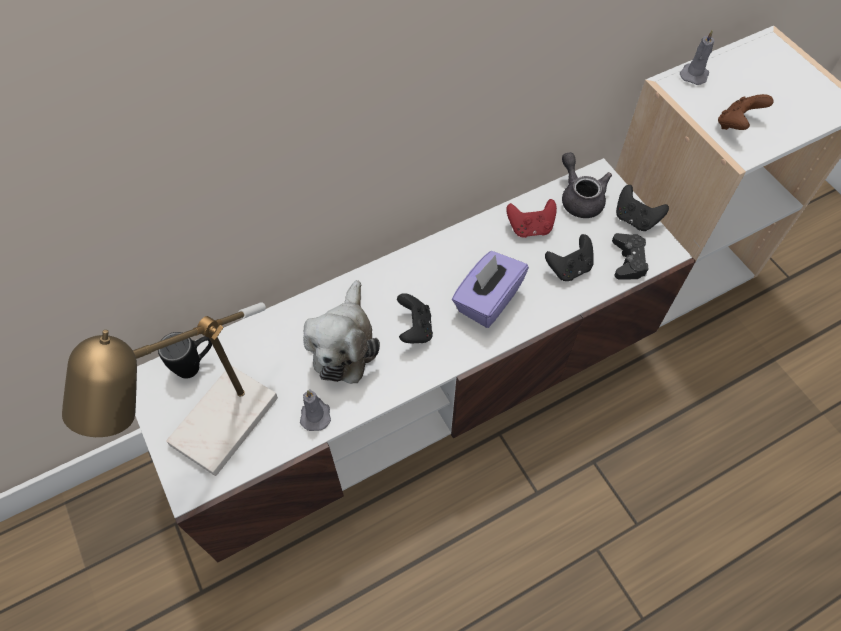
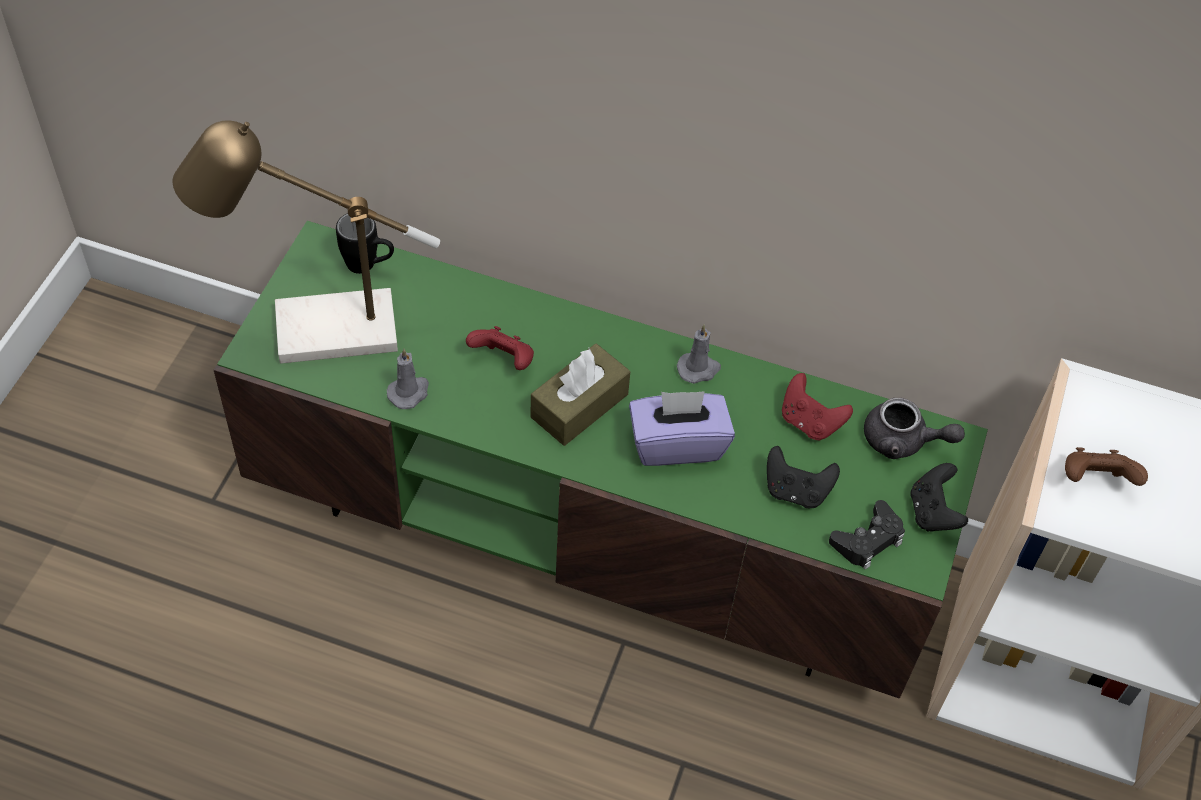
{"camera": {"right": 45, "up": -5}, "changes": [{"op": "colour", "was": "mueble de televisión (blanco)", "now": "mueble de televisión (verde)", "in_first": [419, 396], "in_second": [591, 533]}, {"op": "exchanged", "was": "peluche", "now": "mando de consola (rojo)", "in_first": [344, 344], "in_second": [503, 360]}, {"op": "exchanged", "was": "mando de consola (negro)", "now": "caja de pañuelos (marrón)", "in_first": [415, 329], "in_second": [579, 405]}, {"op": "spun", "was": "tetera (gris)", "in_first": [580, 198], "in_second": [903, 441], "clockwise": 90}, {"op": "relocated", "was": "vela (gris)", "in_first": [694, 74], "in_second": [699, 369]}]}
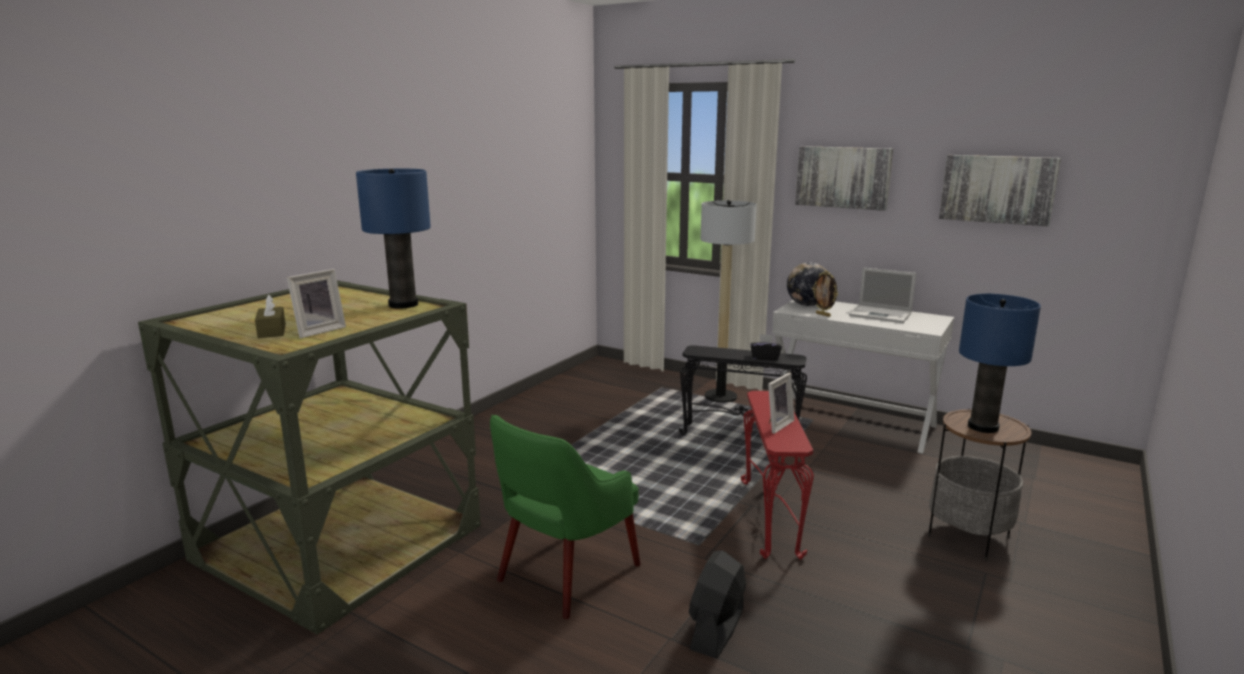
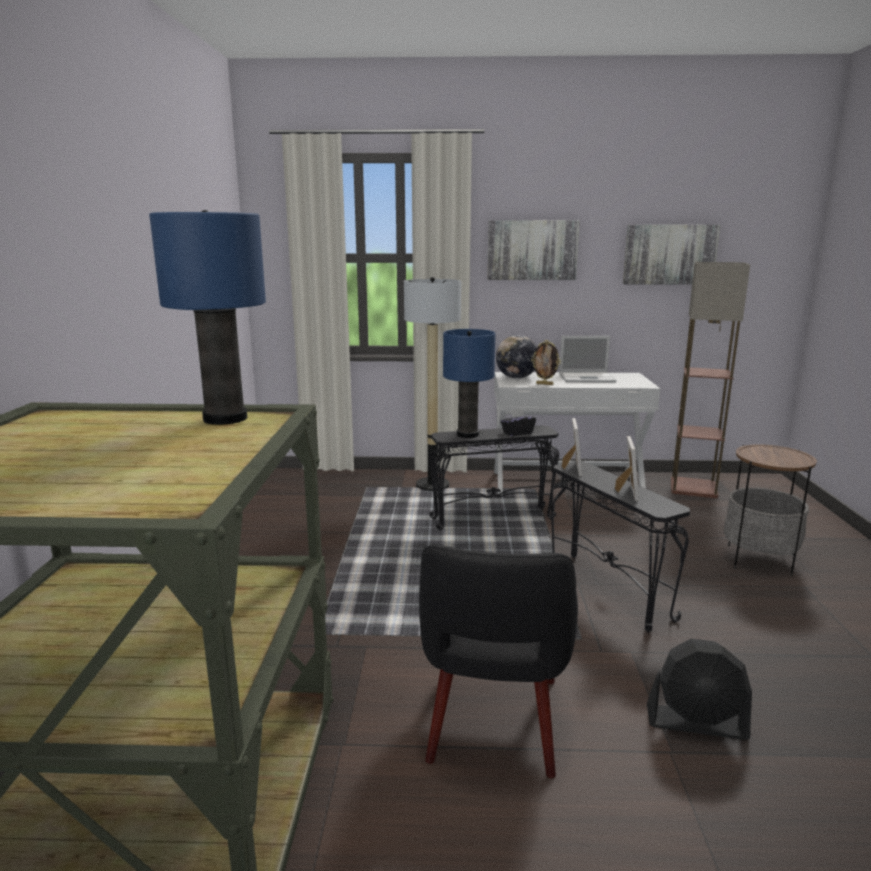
{"camera": {"right": -30, "up": 0}, "changes": [{"op": "missing", "was": "caja de pañuelos (marrón)", "in_first": [272, 331]}, {"op": "relocated", "was": "portarretratos", "in_first": [318, 331], "in_second": [571, 469]}, {"op": "colour", "was": "sillón (verde)", "now": "sillón (negro)", "in_first": [566, 574], "in_second": [494, 722]}, {"op": "spun", "was": "ventilador (negro)", "in_first": [717, 629], "in_second": [696, 723], "clockwise": -75}, {"op": "colour", "was": "mesa auxiliar (rojo)", "now": "mesa auxiliar (negro)", "in_first": [770, 518], "in_second": [606, 590]}, {"op": "relocated", "was": "lámpara de mesa (azul)", "in_first": [982, 427], "in_second": [467, 434]}, {"op": "appeared", "now": "lámpara de pie", "in_second": [694, 488]}]}
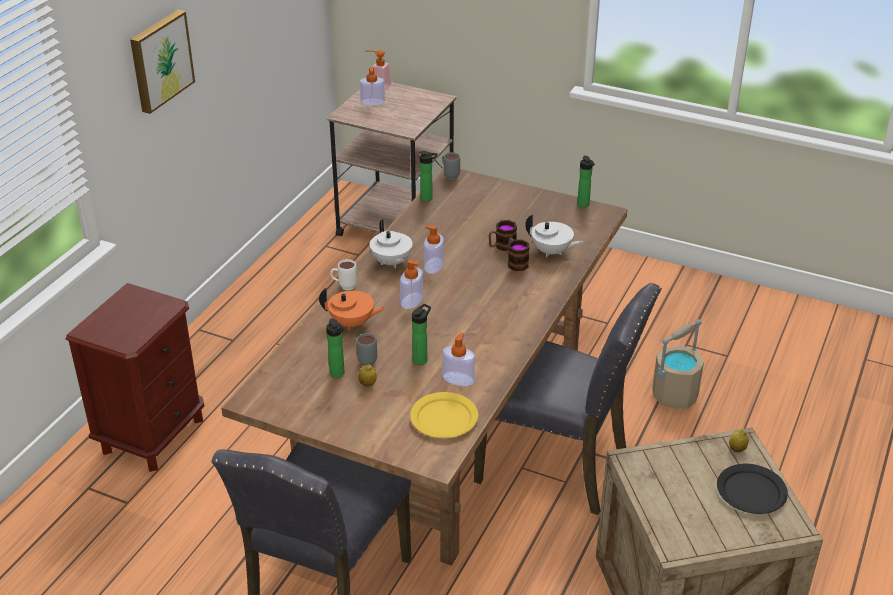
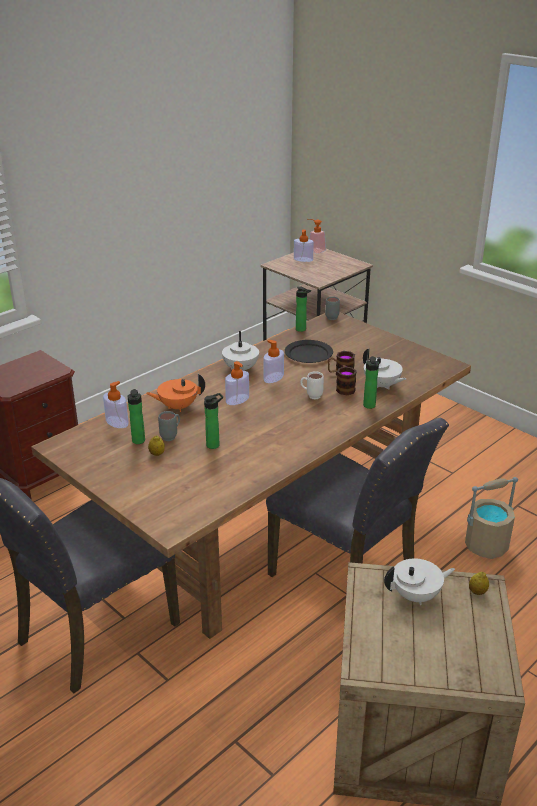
{"camera": {"right": 20, "up": -5}, "changes": [{"op": "missing", "was": "cuadro", "in_first": [160, 60]}, {"op": "spun", "was": "tetera (naranja)", "in_first": [352, 323], "in_second": [177, 407], "clockwise": 135}, {"op": "relocated", "was": "taza grande (blanco)", "in_first": [344, 287], "in_second": [311, 396]}, {"op": "missing", "was": "plato (amarillo)", "in_first": [444, 417]}, {"op": "relocated", "was": "dispensador de jabón", "in_first": [458, 379], "in_second": [117, 422]}, {"op": "relocated", "was": "botella", "in_first": [584, 205], "in_second": [369, 406]}, {"op": "relocated", "was": "plato (negro)", "in_first": [751, 492], "in_second": [308, 354]}, {"op": "appeared", "now": "tetera (blanco)", "in_second": [416, 595]}]}
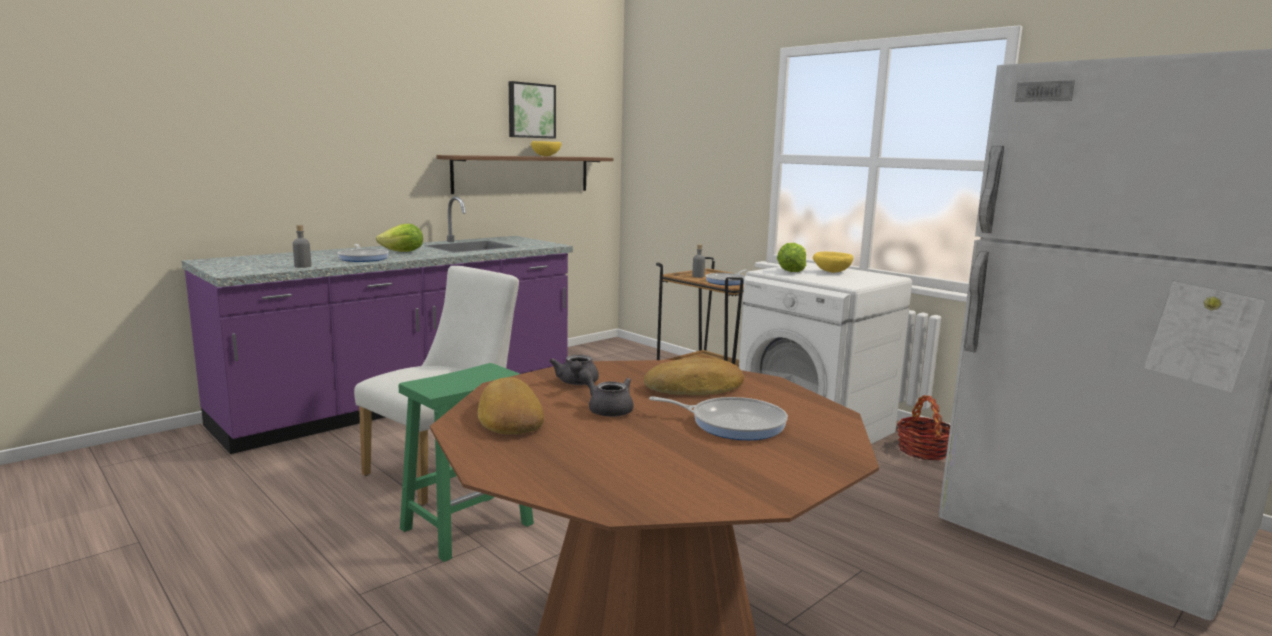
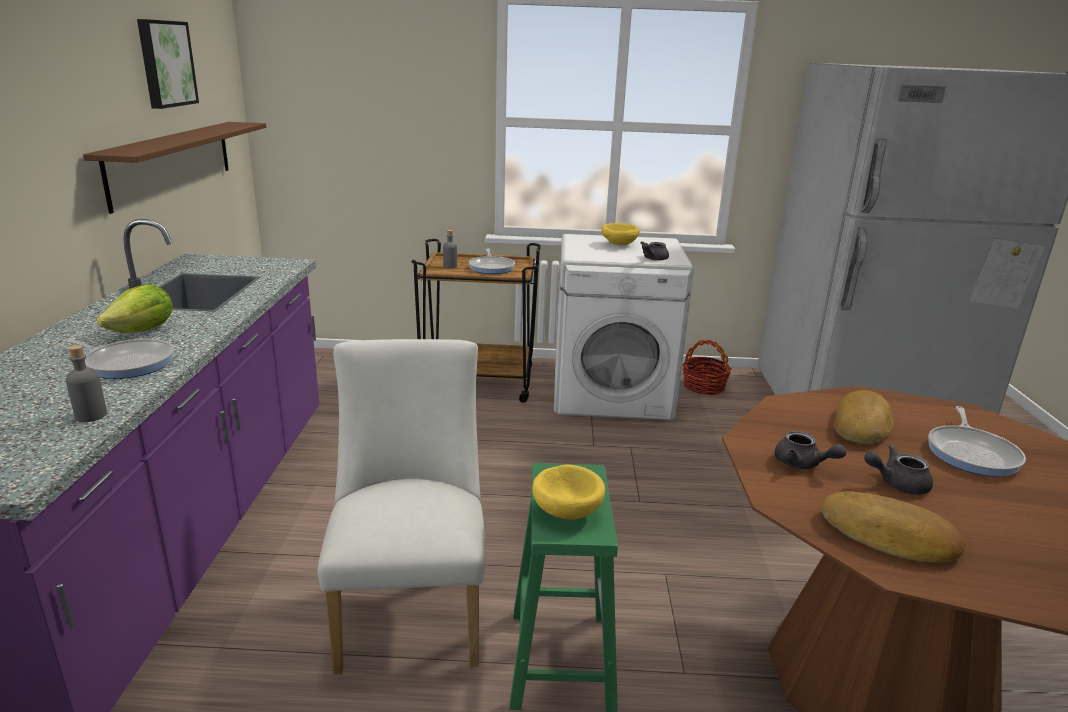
{"camera": {"right": -45, "up": 10}, "changes": [{"op": "relocated", "was": "cuenco (amarillo)", "in_first": [546, 156], "in_second": [566, 510]}, {"op": "spun", "was": "sartén", "in_first": [732, 423], "in_second": [972, 453], "clockwise": 135}, {"op": "missing", "was": "lechuga", "in_first": [791, 271]}, {"op": "appeared", "now": "tetera (gris)", "in_second": [653, 259]}]}
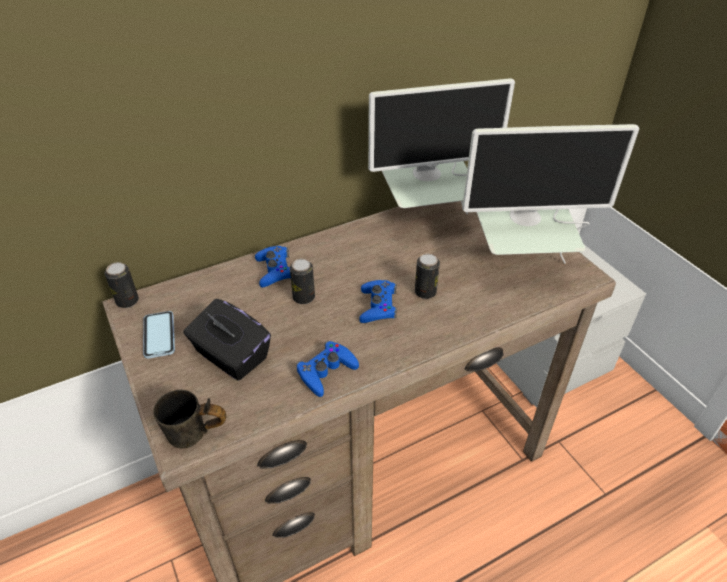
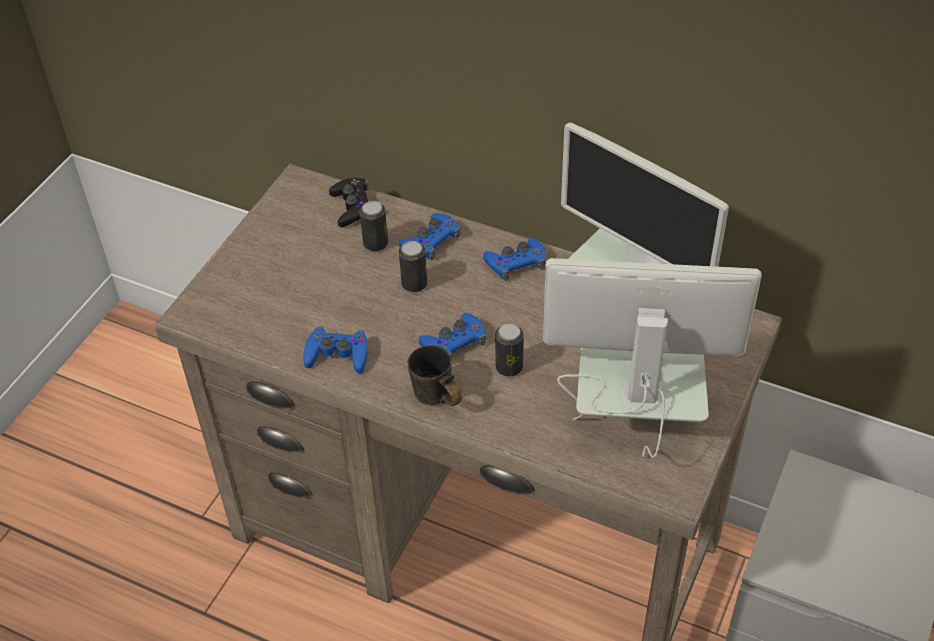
{"camera": {"right": 55, "up": 5}, "changes": [{"op": "relocated", "was": "lata", "in_first": [127, 301], "in_second": [375, 244]}, {"op": "missing", "was": "móvil", "in_first": [159, 335]}, {"op": "relocated", "was": "taza grande (gris)", "in_first": [194, 438], "in_second": [434, 400]}, {"op": "missing", "was": "caja de pañuelos (negro)", "in_first": [231, 356]}, {"op": "spun", "was": "monitor", "in_first": [520, 265], "in_second": [634, 424], "clockwise": 135}, {"op": "appeared", "now": "mando de consola (negro)", "in_second": [353, 206]}, {"op": "appeared", "now": "mando de consola (azul)", "in_second": [516, 263]}]}
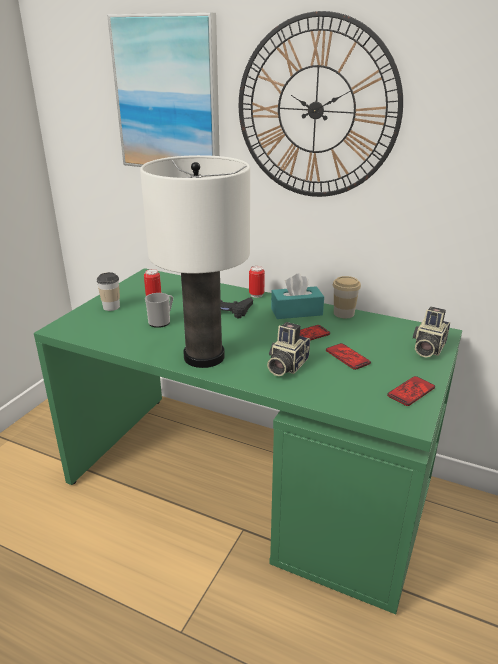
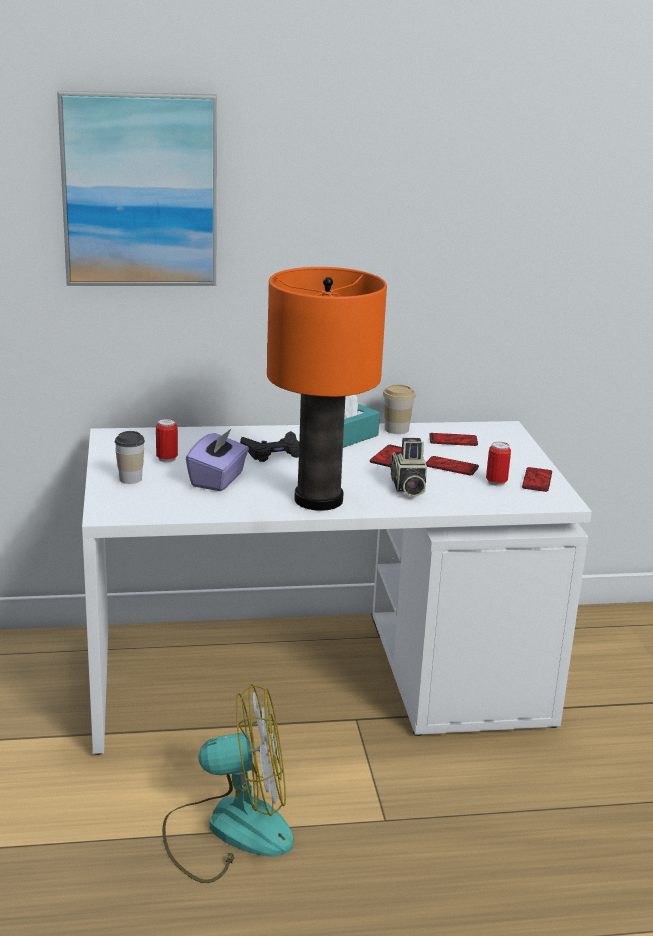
{"camera": {"right": -35, "up": -5}, "changes": [{"op": "colour", "was": "escritorio (verde)", "now": "escritorio (blanco)", "in_first": [249, 482], "in_second": [316, 676]}, {"op": "colour", "was": "lámpara de mesa (blanco)", "now": "lámpara de mesa (naranja)", "in_first": [203, 357], "in_second": [318, 500]}, {"op": "exchanged", "was": "taza grande", "now": "caja de pañuelos (morado)", "in_first": [161, 321], "in_second": [218, 480]}, {"op": "missing", "was": "reloj de pared", "in_first": [316, 110]}, {"op": "relocated", "was": "lata", "in_first": [256, 295], "in_second": [496, 482]}, {"op": "missing", "was": "cámara", "in_first": [427, 348]}, {"op": "appeared", "now": "ventilador", "in_second": [229, 829]}, {"op": "appeared", "now": "móvil", "in_second": [453, 440]}]}
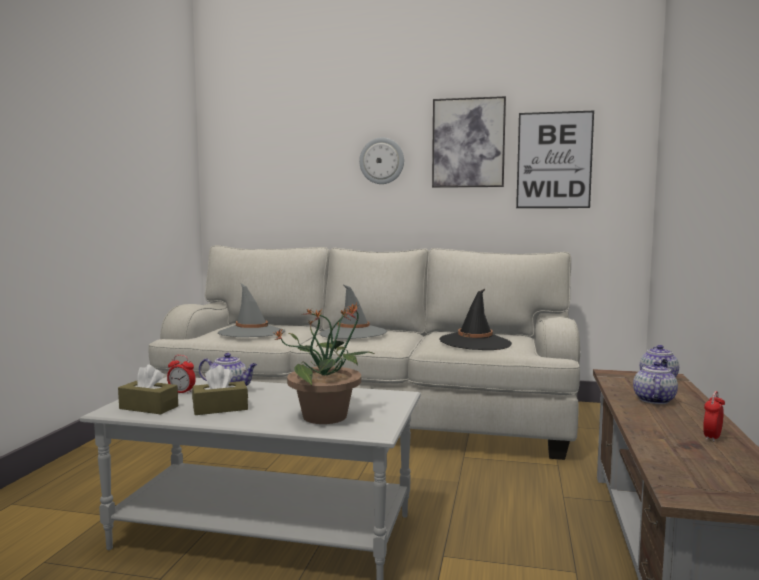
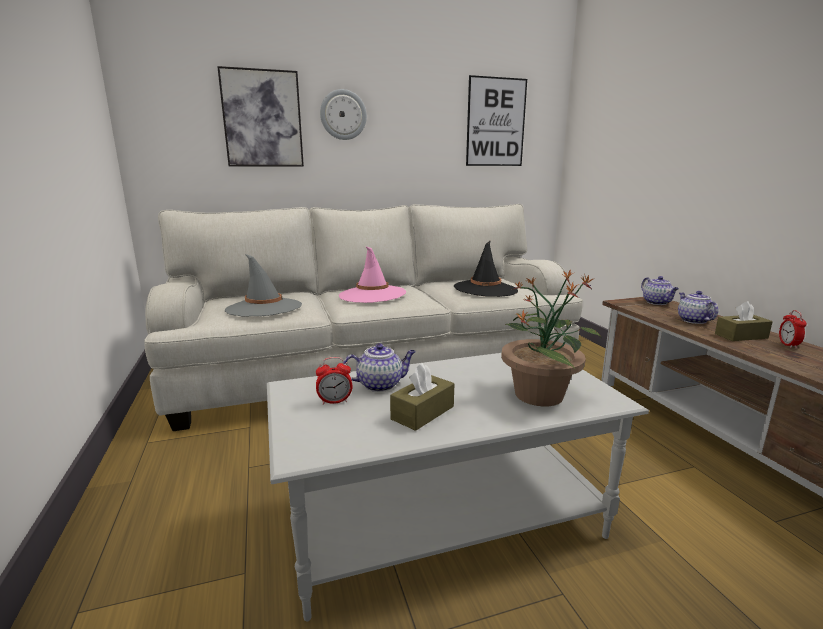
{"camera": {"right": -30, "up": 10}, "changes": [{"op": "relocated", "was": "caja de pañuelos (marrón)", "in_first": [149, 407], "in_second": [741, 336]}, {"op": "colour", "was": "sombrero (gris)", "now": "sombrero (rosa)", "in_first": [353, 334], "in_second": [372, 295]}, {"op": "relocated", "was": "cuadro", "in_first": [468, 143], "in_second": [262, 119]}]}
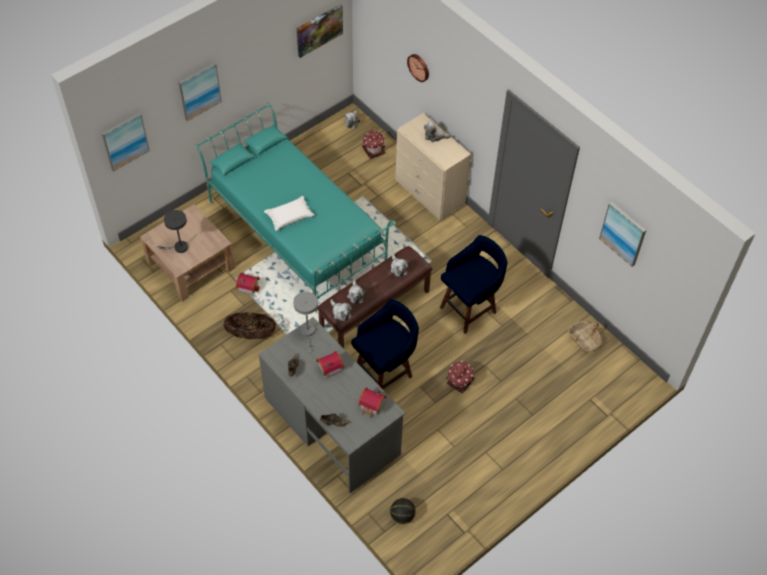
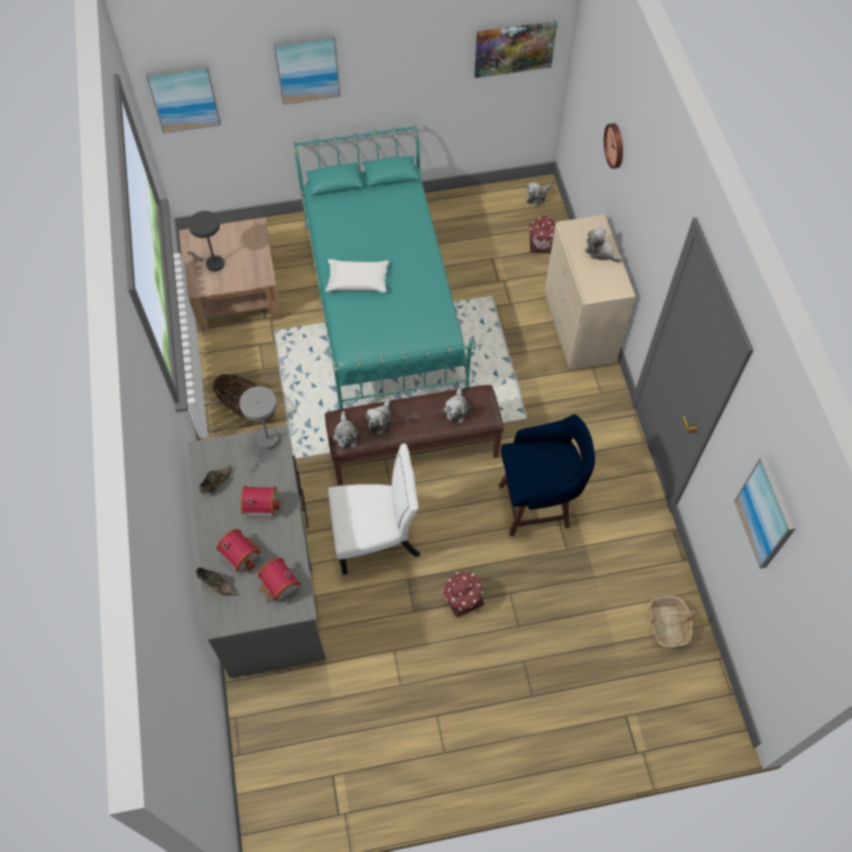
{"camera": {"right": 30, "up": 5}, "changes": [{"op": "relocated", "was": "casita", "in_first": [248, 286], "in_second": [242, 554]}, {"op": "exchanged", "was": "taburete (azul)", "now": "silla (blanco)", "in_first": [385, 373], "in_second": [375, 539]}, {"op": "missing", "was": "balón de baloncesto", "in_first": [402, 515]}]}
